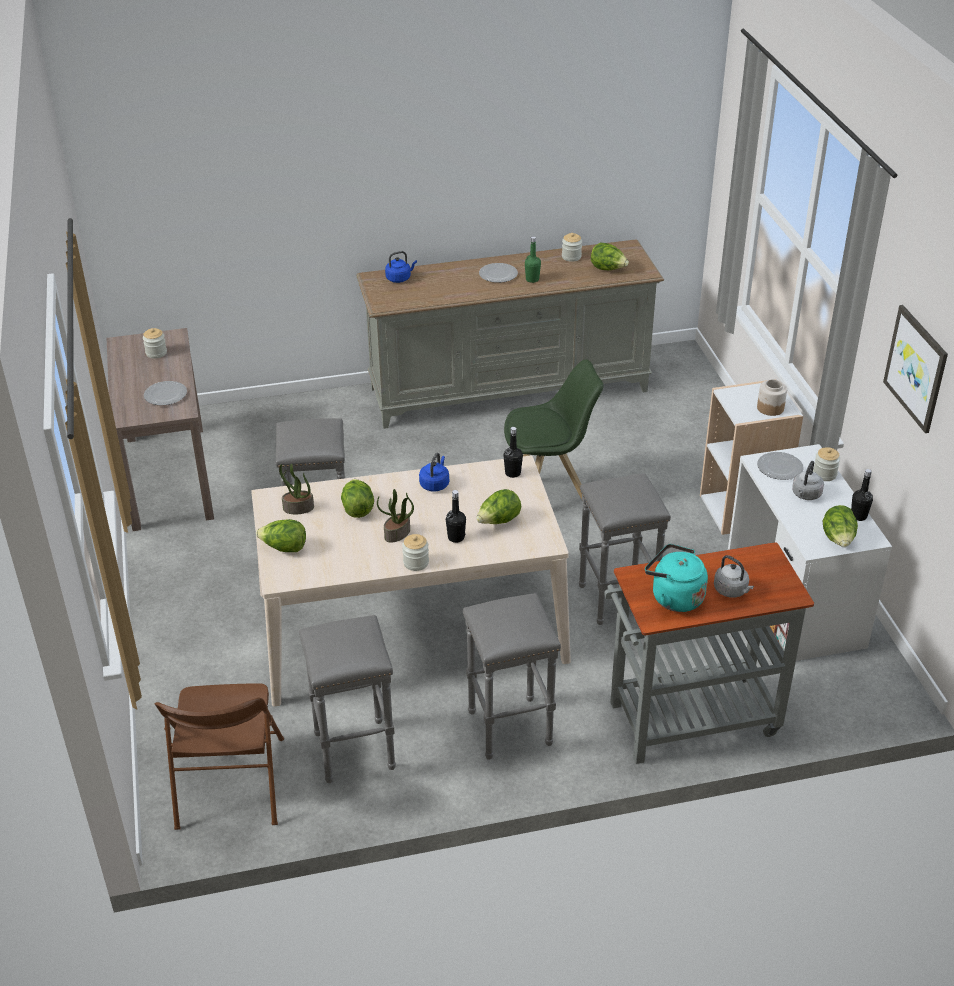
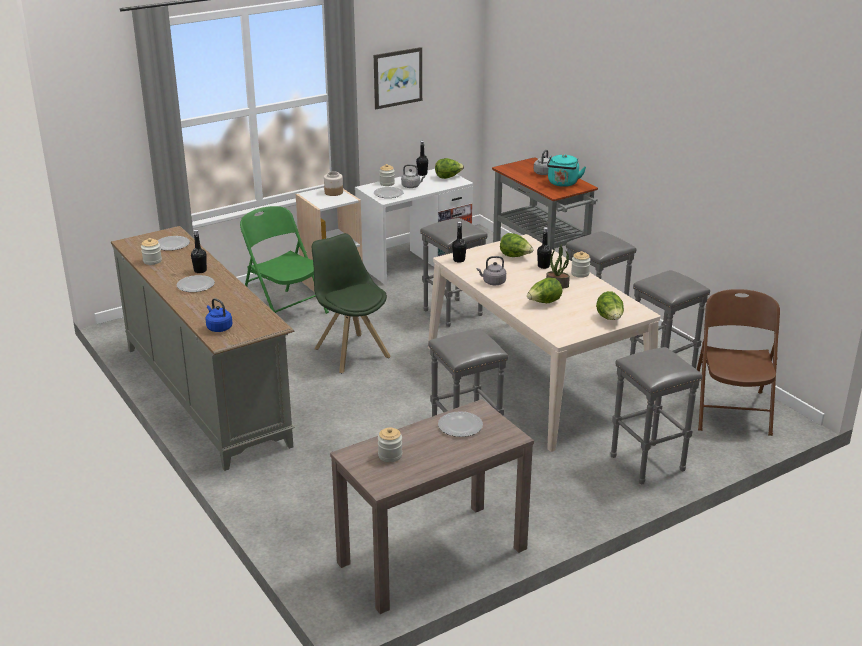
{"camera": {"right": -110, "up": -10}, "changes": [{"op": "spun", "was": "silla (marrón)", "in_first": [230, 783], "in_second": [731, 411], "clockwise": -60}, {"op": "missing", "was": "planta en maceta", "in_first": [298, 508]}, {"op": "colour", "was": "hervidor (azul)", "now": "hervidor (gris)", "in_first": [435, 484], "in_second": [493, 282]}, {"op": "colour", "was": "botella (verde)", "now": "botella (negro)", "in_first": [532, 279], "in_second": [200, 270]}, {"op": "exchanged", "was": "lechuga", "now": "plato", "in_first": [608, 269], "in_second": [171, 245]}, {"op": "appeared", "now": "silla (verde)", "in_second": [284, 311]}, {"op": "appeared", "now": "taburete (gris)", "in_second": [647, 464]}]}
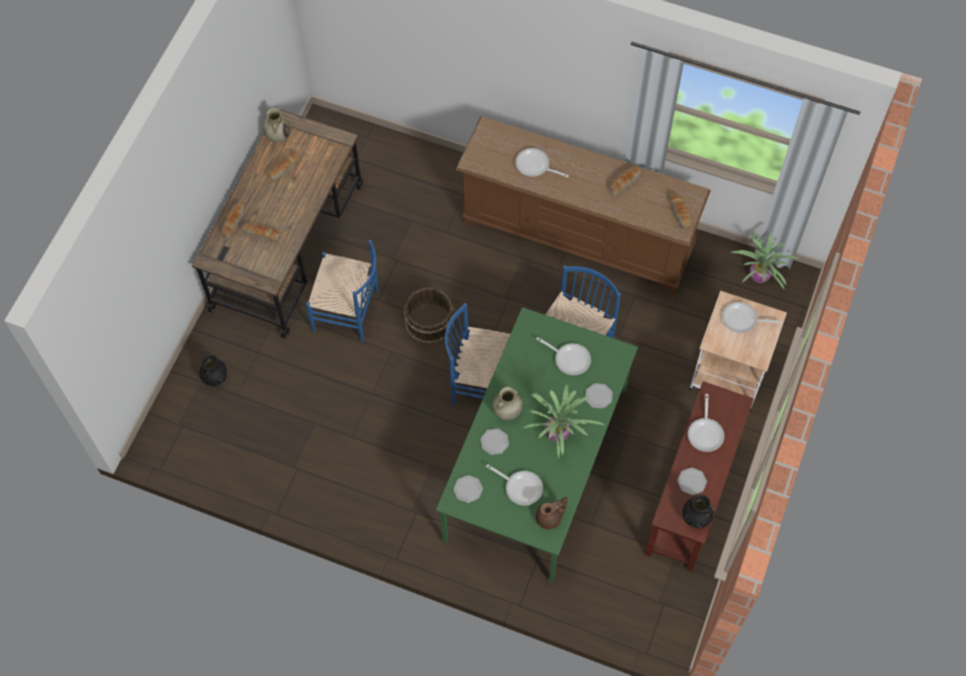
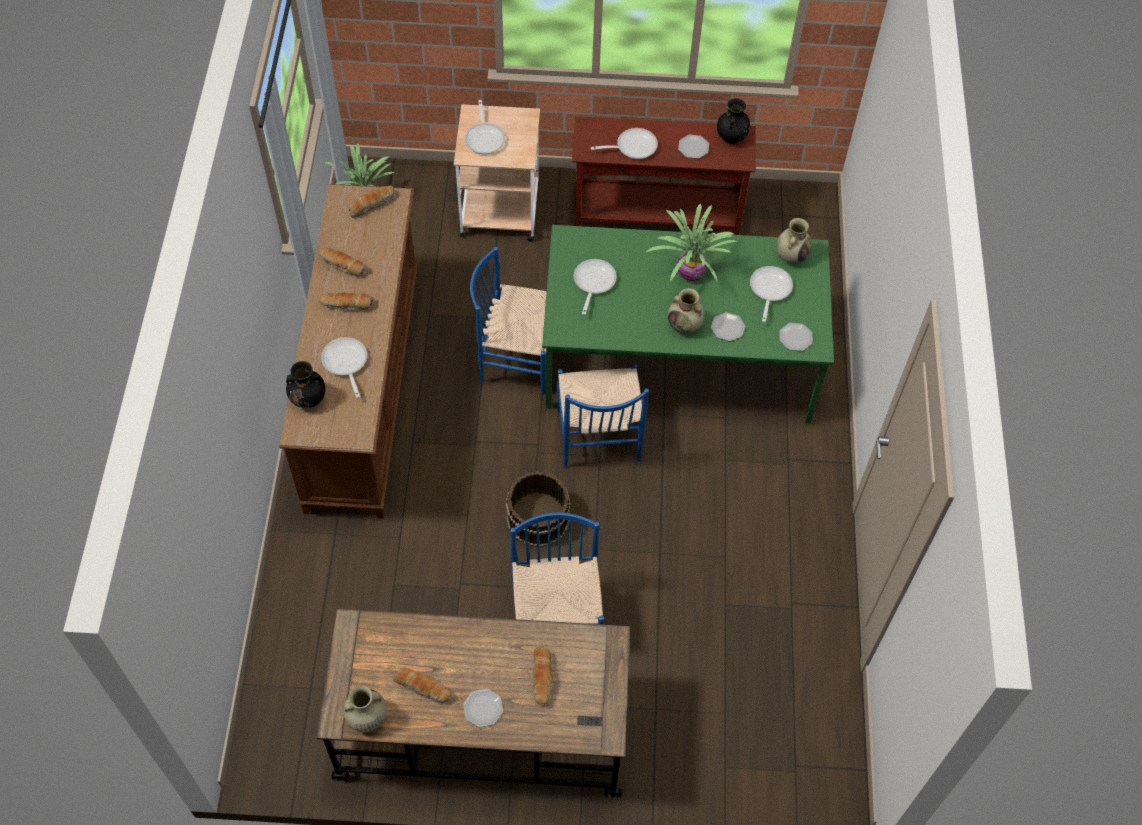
{"camera": {"right": -110, "up": -5}, "changes": [{"op": "relocated", "was": "florero (negro)", "in_first": [215, 378], "in_second": [308, 399]}, {"op": "relocated", "was": "pan", "in_first": [233, 222], "in_second": [347, 305]}, {"op": "spun", "was": "sartén", "in_first": [535, 166], "in_second": [345, 363], "clockwise": 150}, {"op": "exchanged", "was": "tetera (marrón)", "now": "florero (beis)", "in_first": [550, 518], "in_second": [791, 256]}, {"op": "relocated", "was": "plato", "in_first": [598, 396], "in_second": [483, 708]}]}
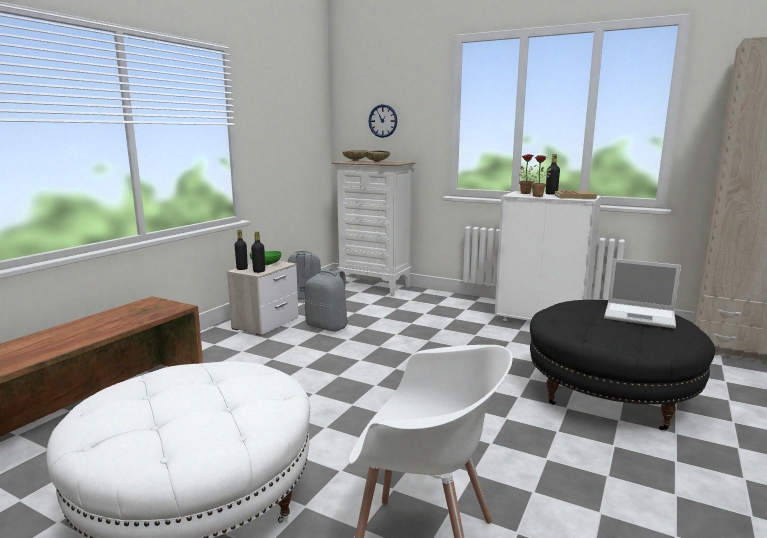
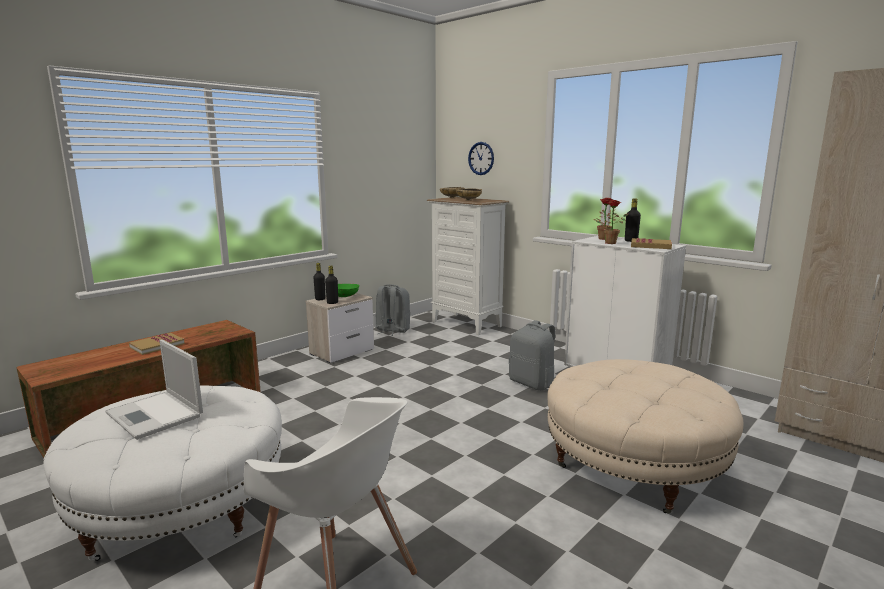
{"camera": {"right": 15, "up": 0}, "changes": [{"op": "relocated", "was": "mochila (gris)", "in_first": [328, 326], "in_second": [532, 383]}, {"op": "colour", "was": "puf (negro)", "now": "puf (beis)", "in_first": [609, 395], "in_second": [633, 466]}, {"op": "relocated", "was": "portátil", "in_first": [641, 315], "in_second": [156, 415]}, {"op": "appeared", "now": "libro", "in_second": [157, 345]}]}
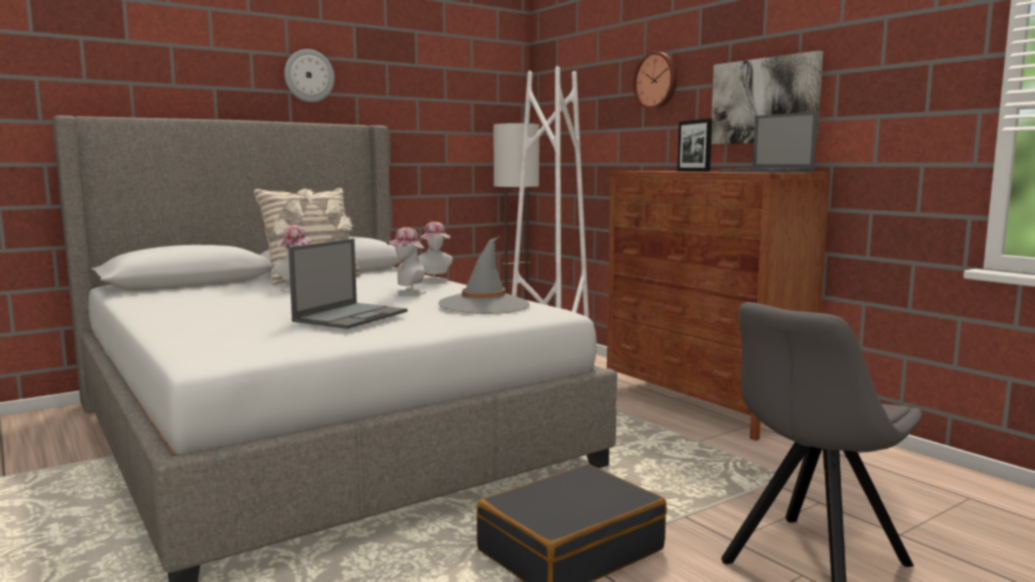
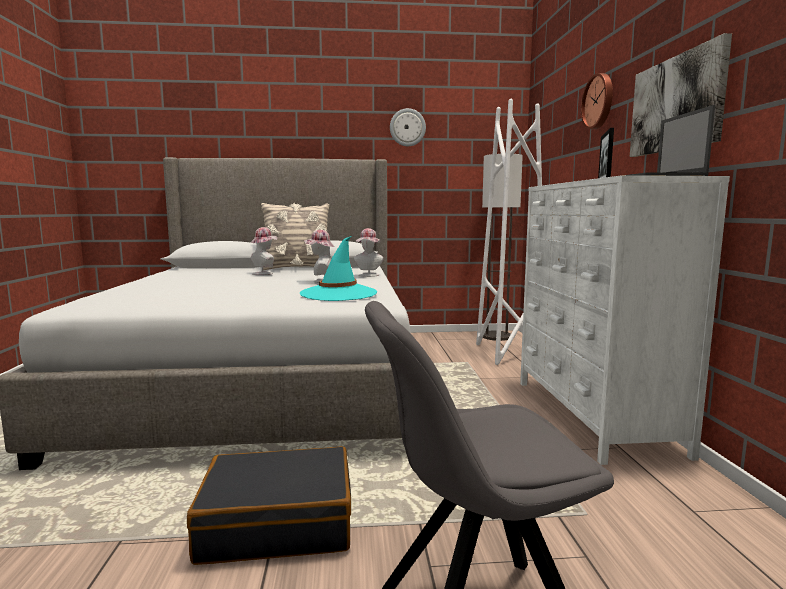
{"camera": {"right": 30, "up": 0}, "changes": [{"op": "relocated", "was": "reloj de pared", "in_first": [309, 76], "in_second": [407, 127]}, {"op": "missing", "was": "portátil", "in_first": [351, 316]}, {"op": "colour", "was": "sombrero (gris)", "now": "sombrero (turquesa)", "in_first": [484, 305], "in_second": [338, 294]}, {"op": "colour", "was": "cómoda (marrón)", "now": "cómoda (blanco)", "in_first": [702, 403], "in_second": [593, 415]}]}
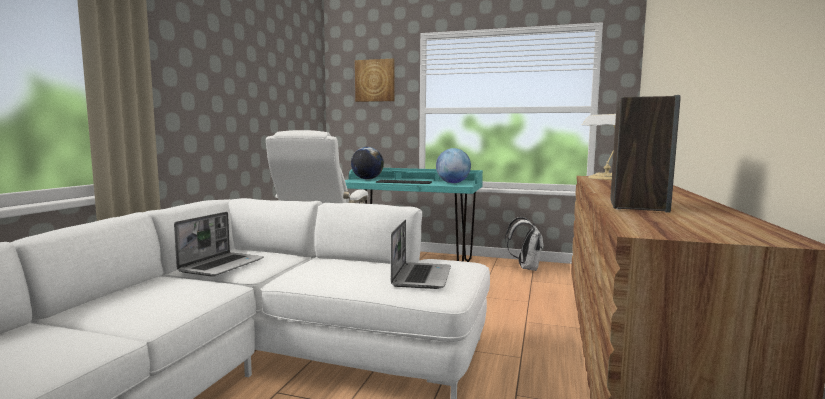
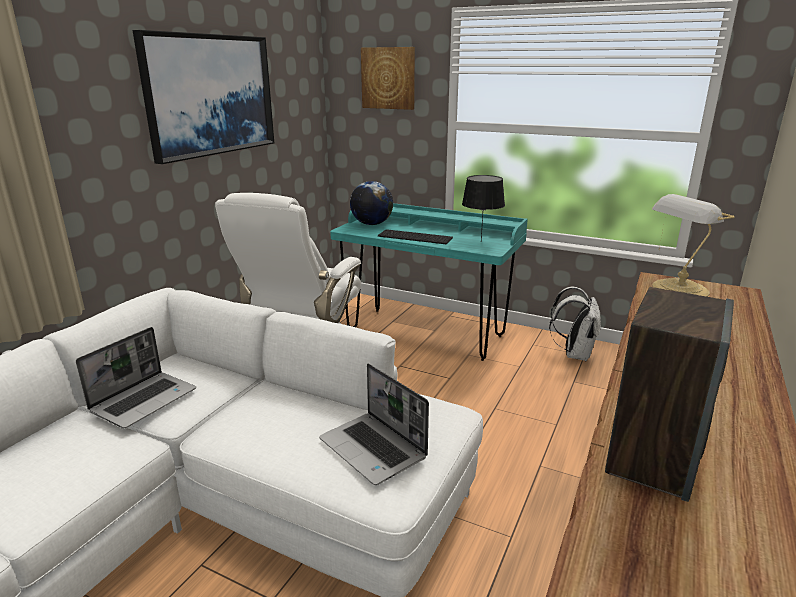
{"camera": {"right": 10, "up": 15}, "changes": [{"op": "spun", "was": "portátil", "in_first": [421, 276], "in_second": [374, 449], "clockwise": 120}, {"op": "exchanged", "was": "globo terráqueo", "now": "lámpara de mesa (negro)", "in_first": [453, 183], "in_second": [480, 241]}, {"op": "appeared", "now": "cuadro", "in_second": [210, 95]}]}
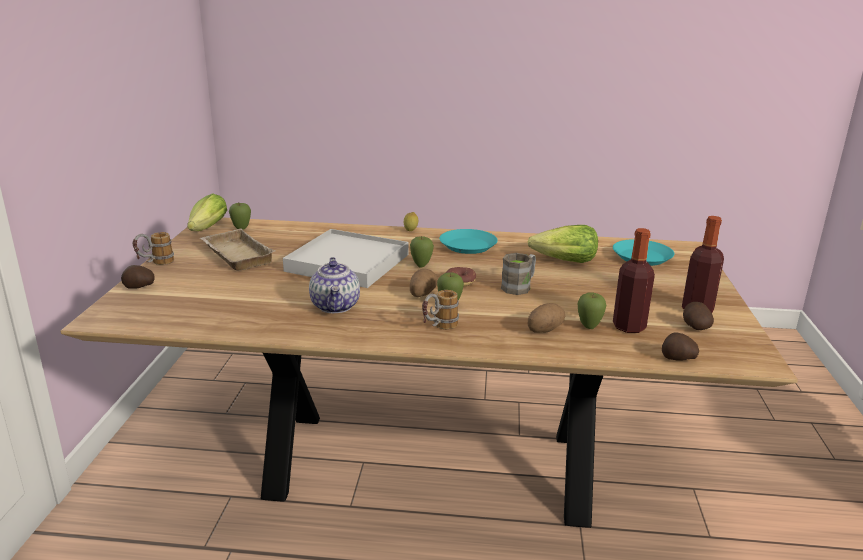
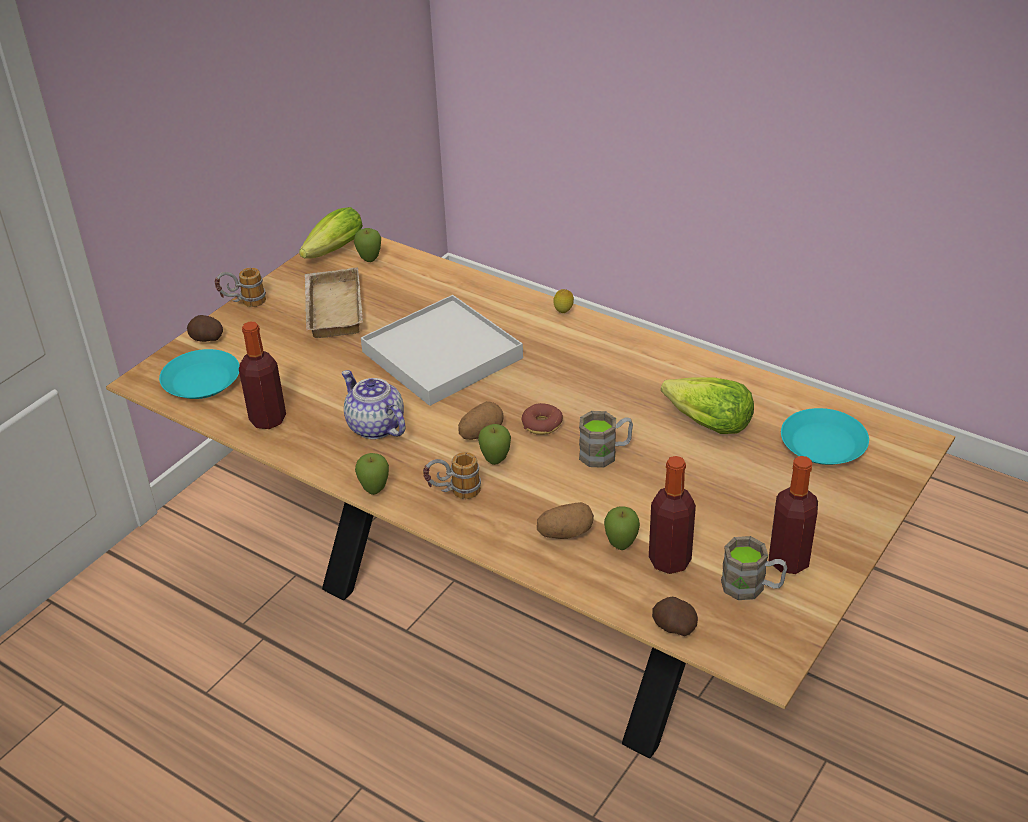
{"camera": {"right": 30, "up": 15}, "changes": [{"op": "spun", "was": "tetera", "in_first": [336, 306], "in_second": [374, 426], "clockwise": 120}, {"op": "relocated", "was": "manzana", "in_first": [421, 266], "in_second": [375, 491]}, {"op": "relocated", "was": "plato (turquesa)", "in_first": [468, 246], "in_second": [202, 381]}, {"op": "exchanged", "was": "patata", "now": "taza grande (marrón)", "in_first": [694, 327], "in_second": [752, 587]}, {"op": "appeared", "now": "botella", "in_second": [268, 419]}]}
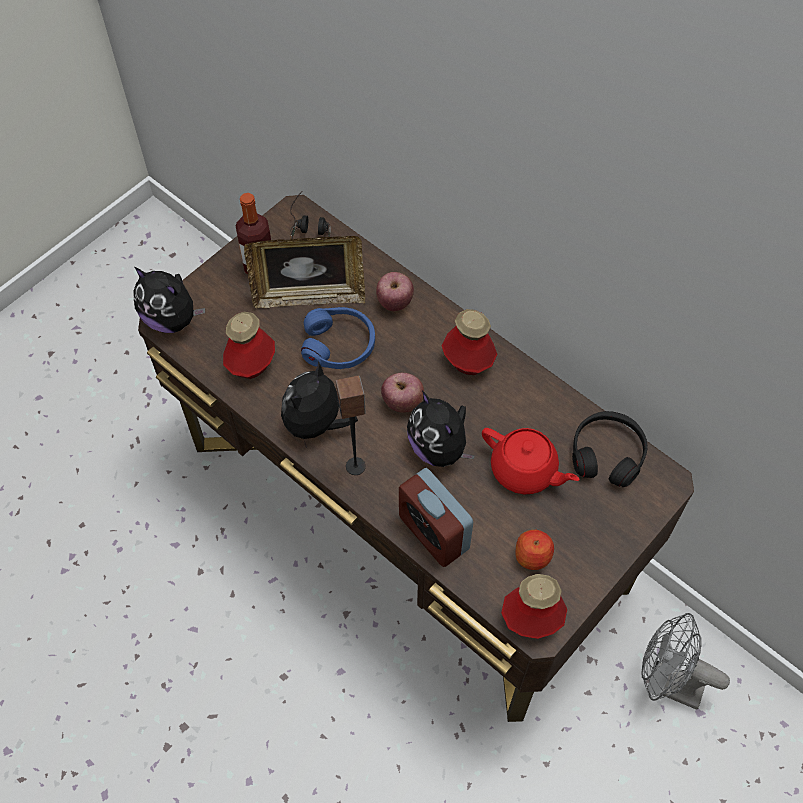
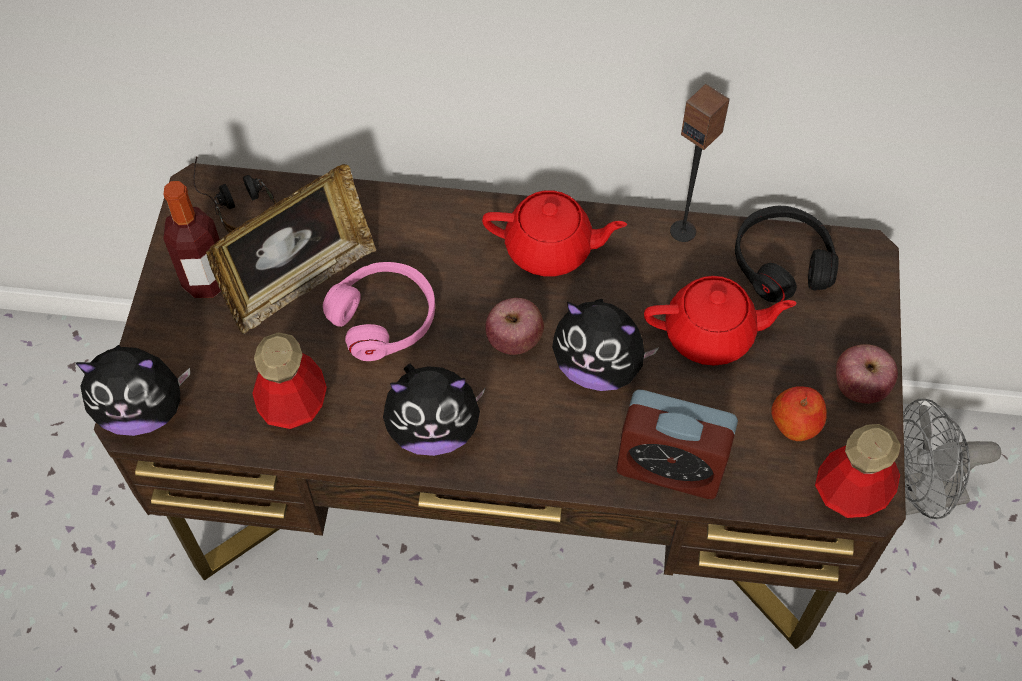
{"camera": {"right": -35, "up": 0}, "changes": [{"op": "spun", "was": "peluche", "in_first": [316, 425], "in_second": [433, 429], "clockwise": -90}, {"op": "colour", "was": "auriculares (azul)", "now": "auriculares (rosa)", "in_first": [339, 345], "in_second": [384, 318]}, {"op": "relocated", "was": "altavoz", "in_first": [356, 466], "in_second": [683, 231]}, {"op": "relocated", "was": "manzana", "in_first": [395, 302], "in_second": [859, 387]}, {"op": "exchanged", "was": "botella", "now": "tetera (rojo)", "in_first": [468, 361], "in_second": [550, 249]}]}
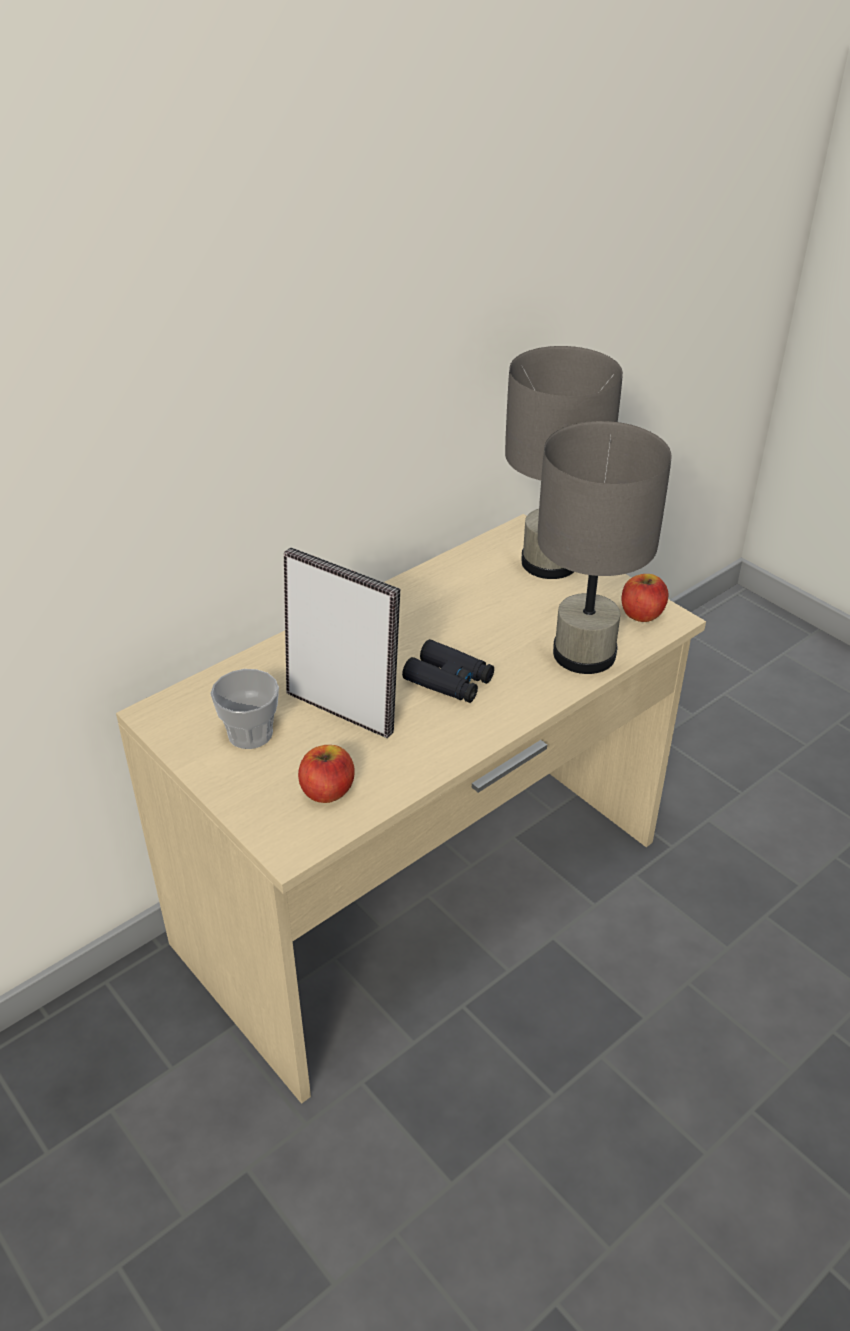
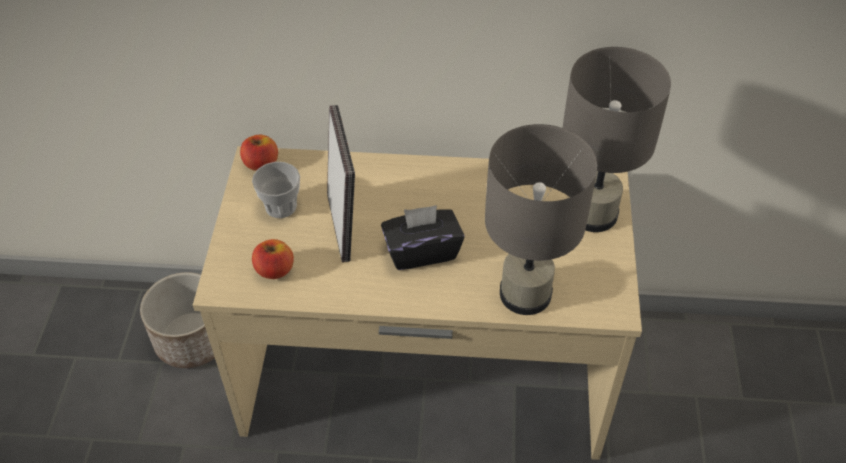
{"camera": {"right": 45, "up": 10}, "changes": [{"op": "exchanged", "was": "prismáticos (negro)", "now": "caja de pañuelos (negro)", "in_first": [449, 680], "in_second": [422, 251]}, {"op": "relocated", "was": "manzana", "in_first": [641, 614], "in_second": [261, 164]}, {"op": "appeared", "now": "maceta", "in_second": [193, 339]}]}
